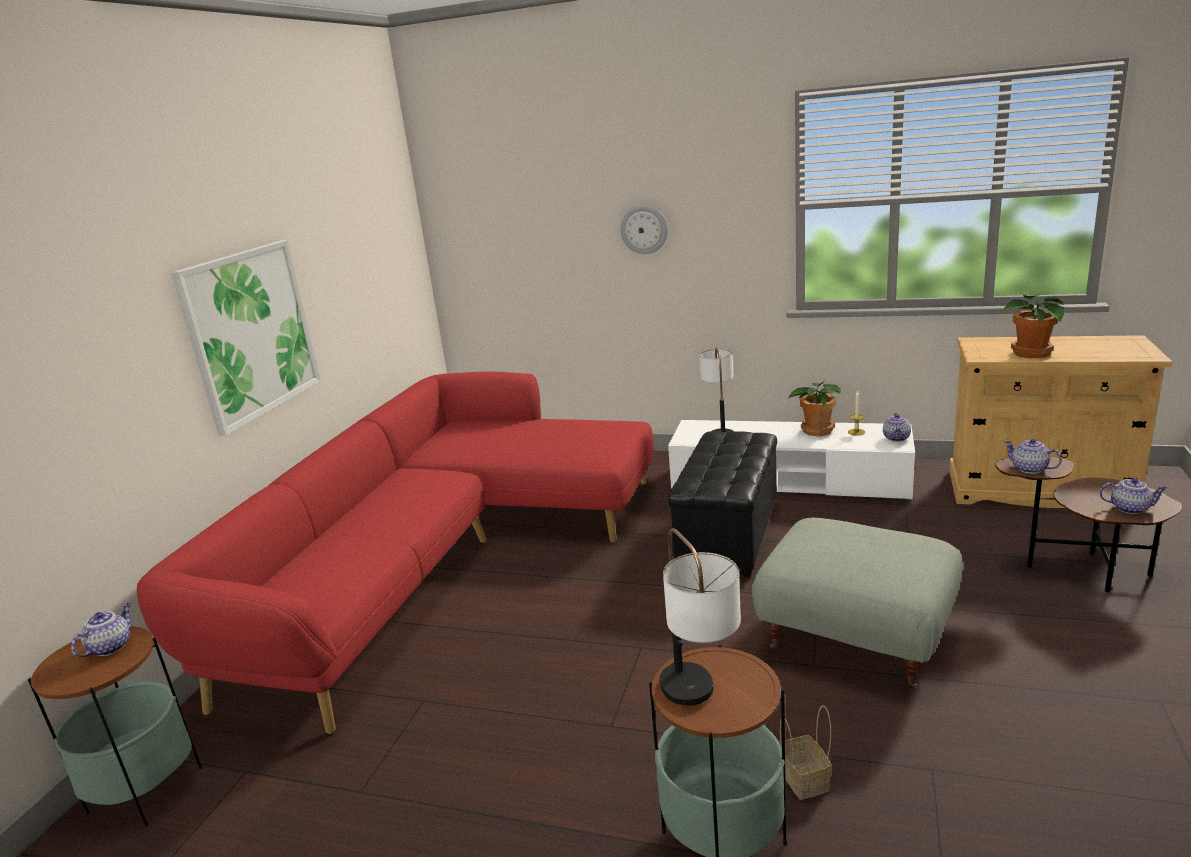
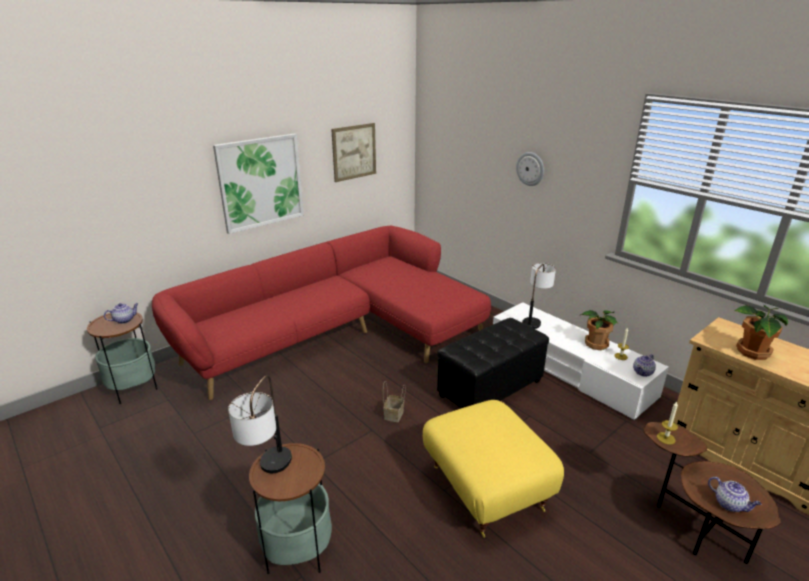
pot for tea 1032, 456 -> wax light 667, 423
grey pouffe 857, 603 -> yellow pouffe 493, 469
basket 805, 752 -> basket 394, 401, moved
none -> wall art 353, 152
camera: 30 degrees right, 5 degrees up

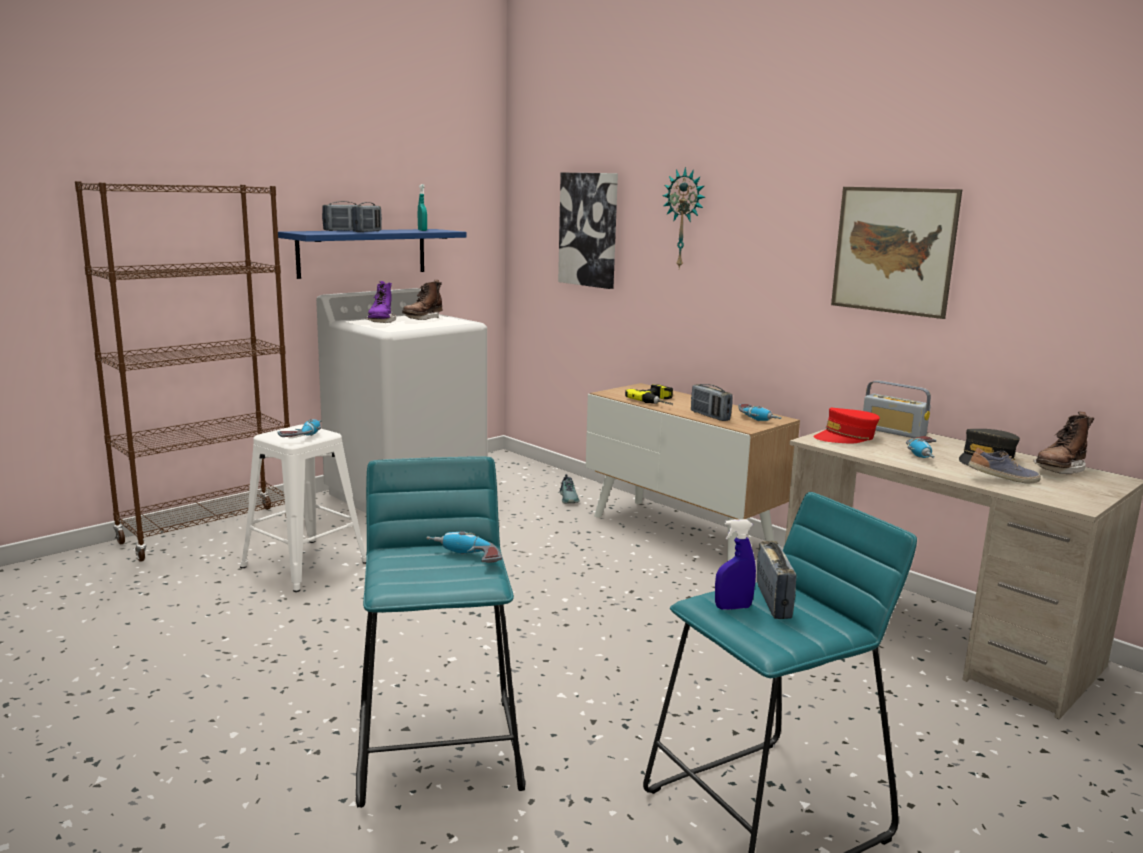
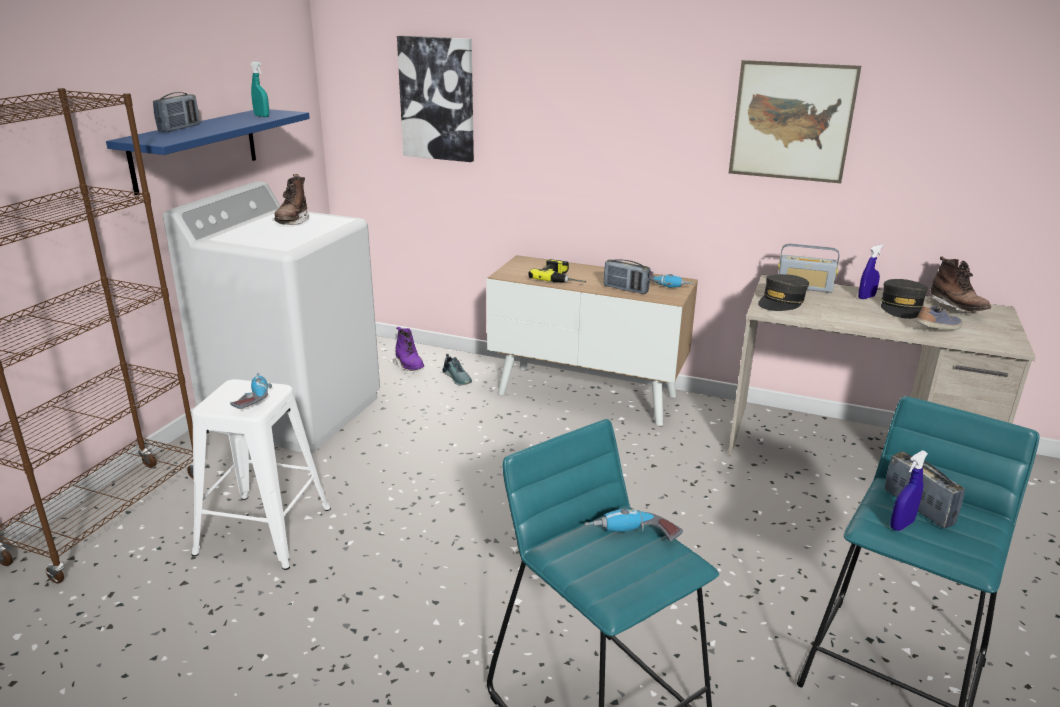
hanging clock 683, 218 -> none
radio 367, 217 -> none
purple tall boot 380, 302 -> purple tall boot 408, 349, moved
reddish baseball cap 847, 426 -> grey baseball cap 783, 292
brown tall boot 1063, 443 -> brown tall boot 960, 284, 45 degrees counterclockwise
power drill 921, 447 -> none
none -> blue-coloured hand sprayer 871, 272
camera: 25 degrees left, 10 degrees up

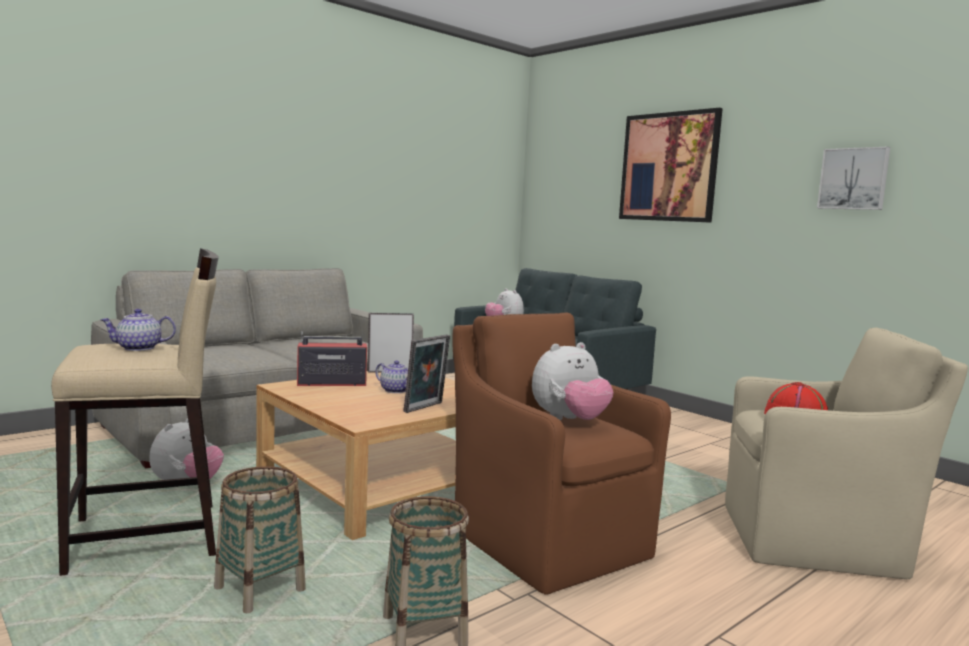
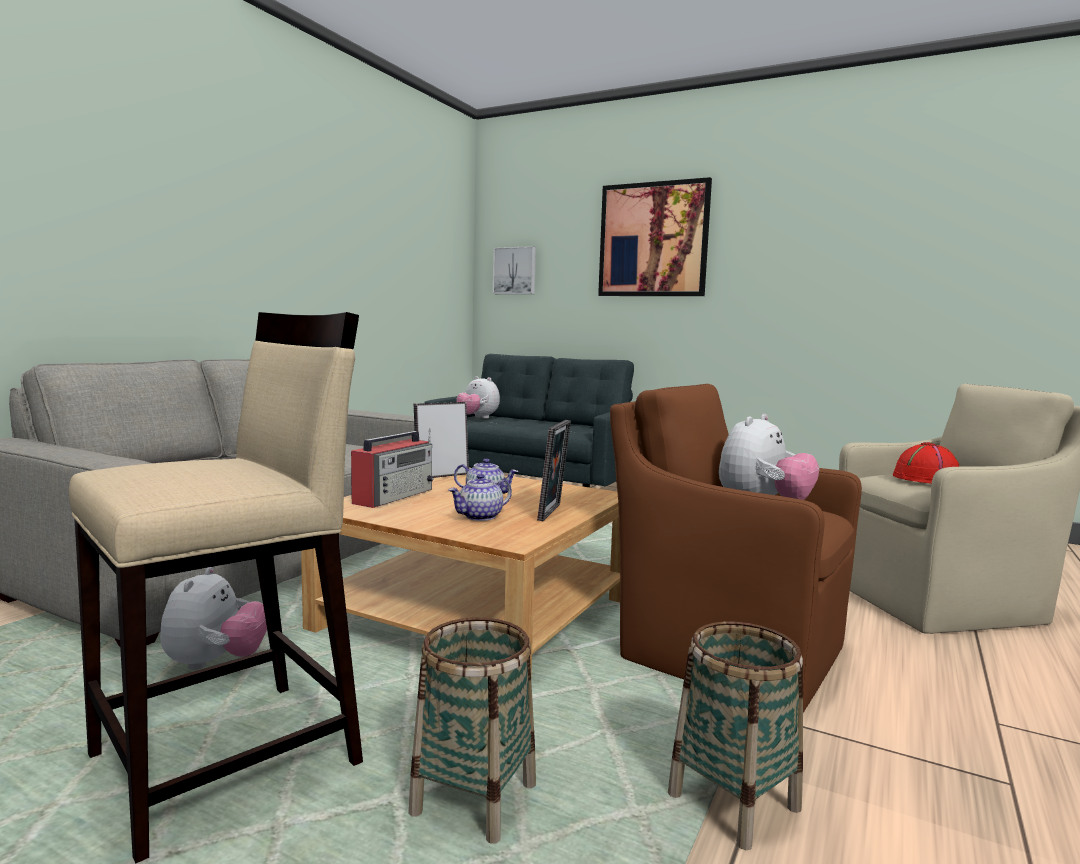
wall art 853, 178 -> wall art 514, 270, moved
pot for tea 138, 330 -> pot for tea 480, 497, moved
radio 332, 358 -> radio 392, 468, 150 degrees clockwise
camera: 20 degrees left, 0 degrees up

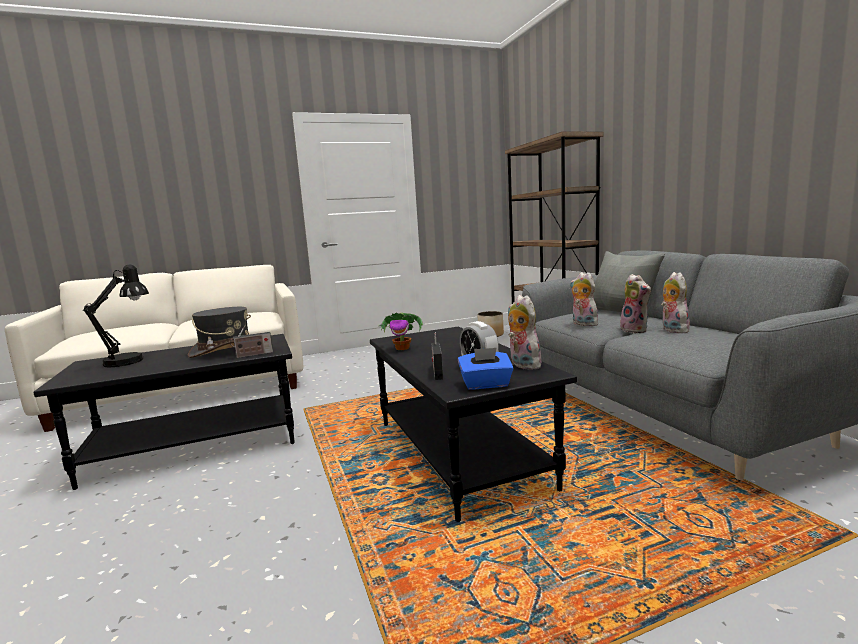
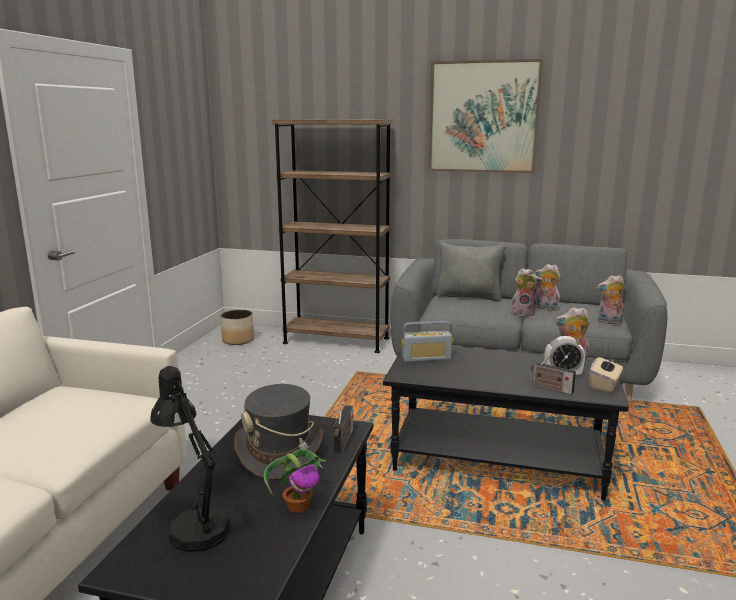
soft toy 584, 299 -> soft toy 611, 299, moved
plant in a pot 401, 331 -> plant in a pot 295, 481, moved
blue-coloured tissue holder 486, 369 -> beige tissue holder 606, 374
none -> wall art 485, 116
none -> radio 427, 341
camera: 55 degrees left, 5 degrees up

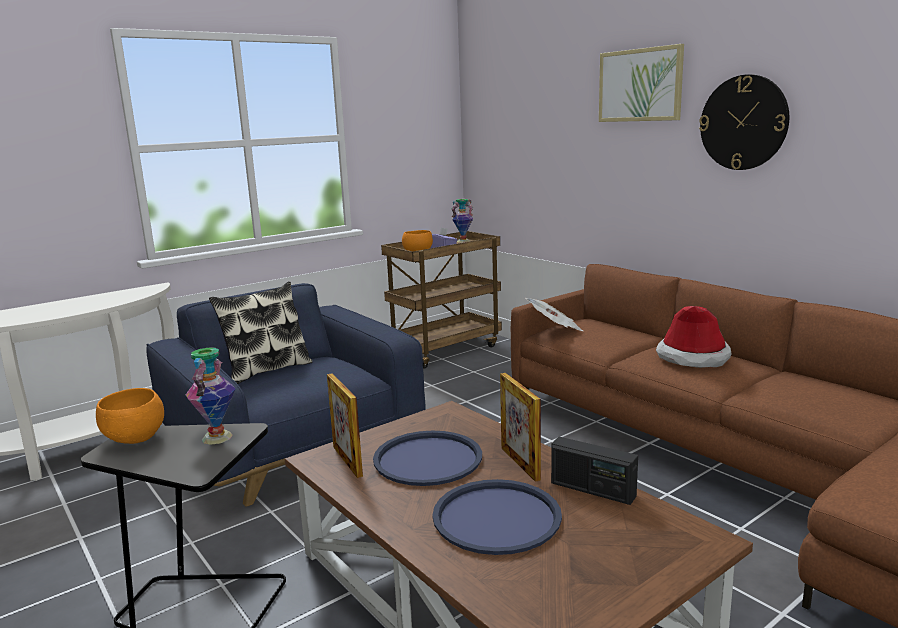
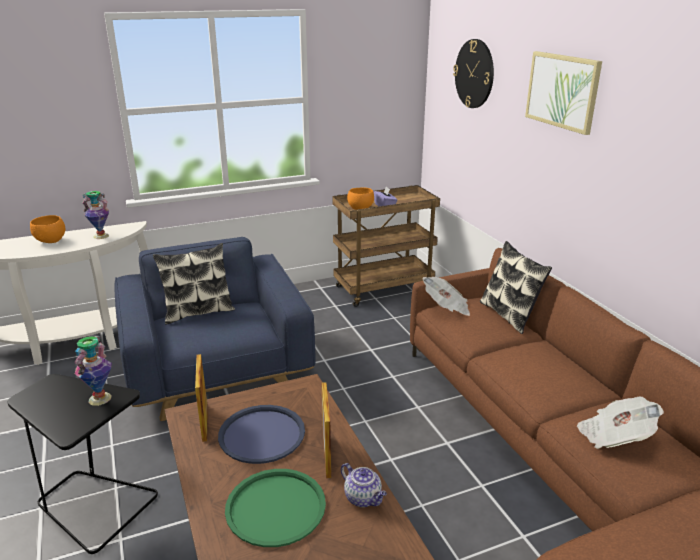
hanging clock 744, 122 -> hanging clock 473, 73, moved
decorative vase 462, 220 -> decorative vase 95, 215, moved
hat 694, 337 -> none
orangey deep dish 130, 416 -> orangey deep dish 47, 229, moved
radio 594, 471 -> pot for tea 364, 485
blue-coloured carrying tray 497, 517 -> greenish carrying tray 275, 508
none -> cushion 516, 287
none -> daily paper 620, 423
camera: 15 degrees right, 10 degrees up

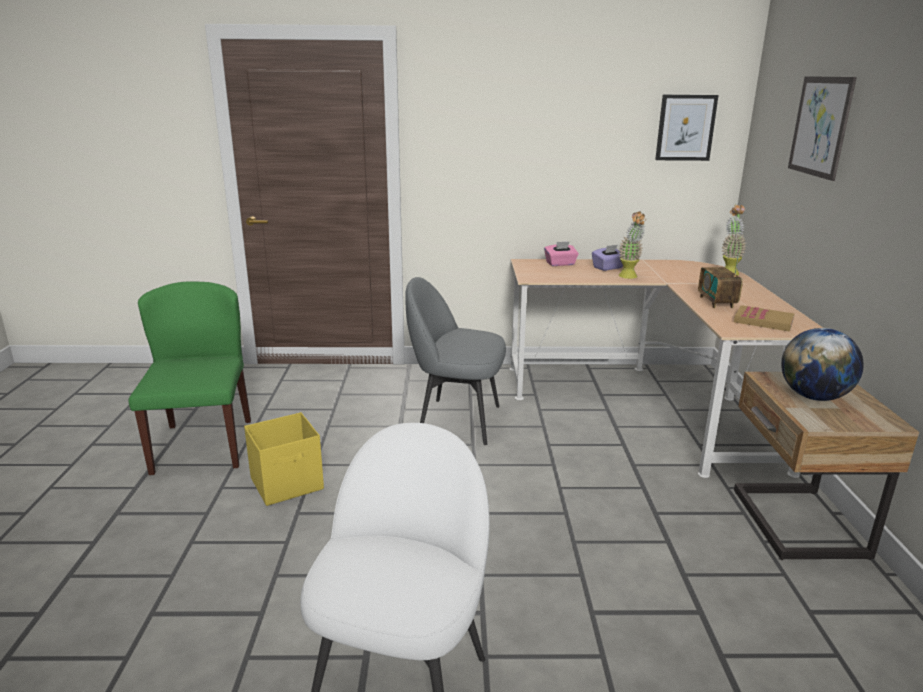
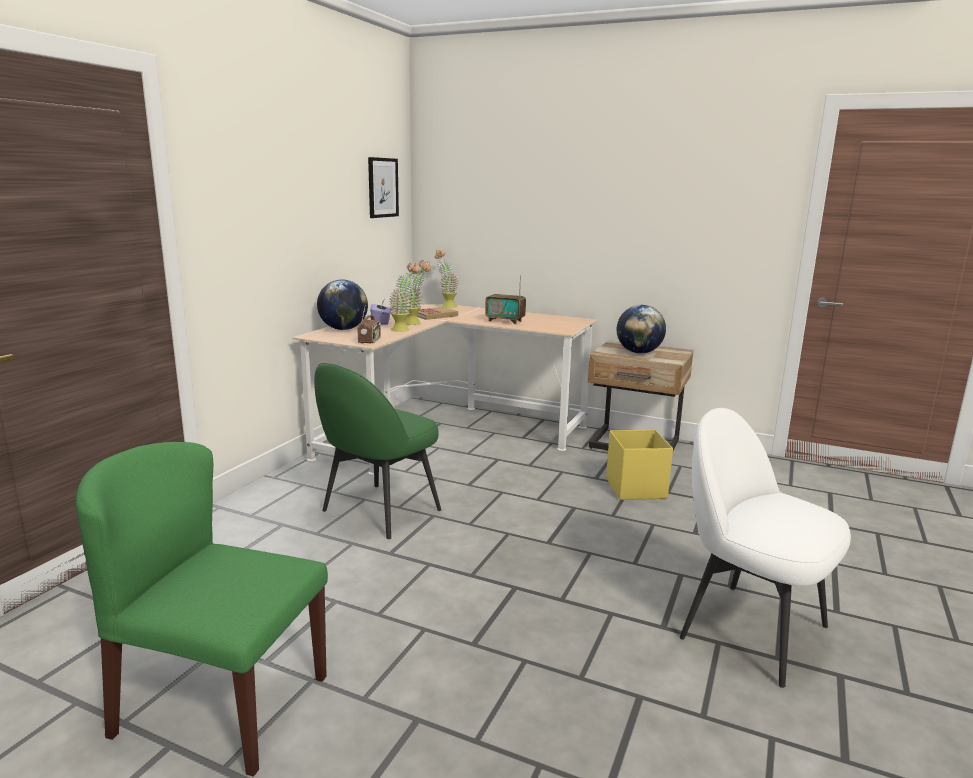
wall art 822, 128 -> none
pinkish tissue holder 561, 254 -> globe 342, 305
grey chair 455, 361 -> greenish chair 377, 451
book 764, 318 -> book 437, 313, moved
yellow storage box 284, 459 -> yellow storage box 639, 465, moved
none -> plant in a pot 404, 297
none -> radio 369, 324
camera: 65 degrees left, 5 degrees down

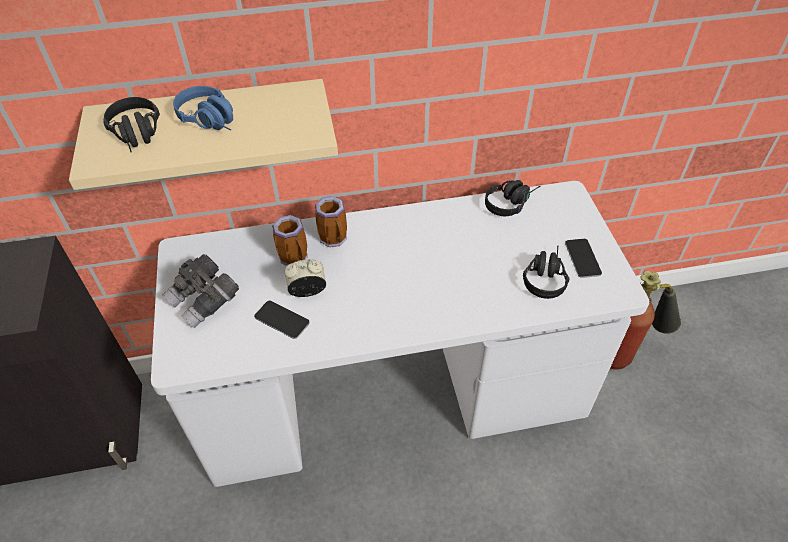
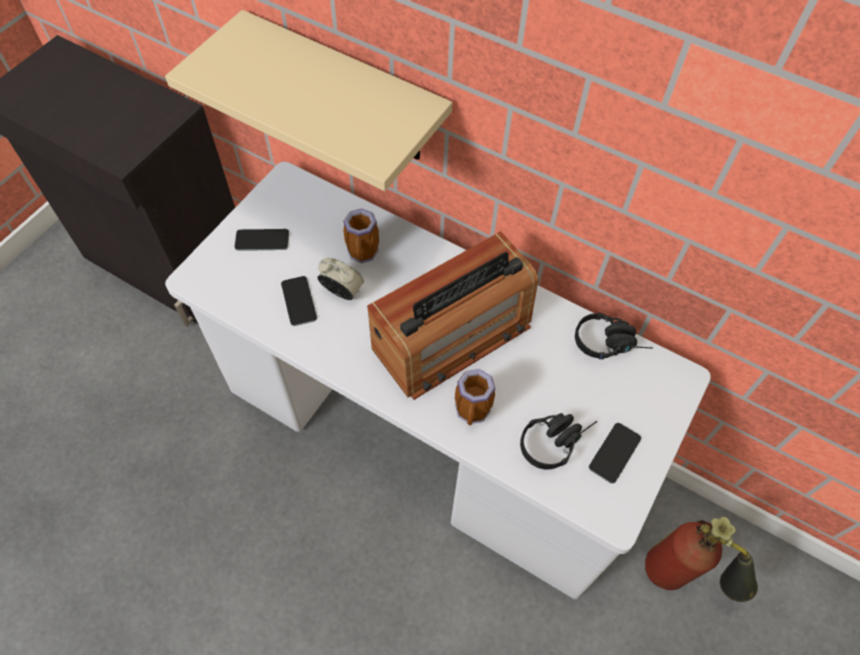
blue-coloured headphones 203, 108 -> none
black headphones 131, 124 -> none
coffee mug 331, 221 -> coffee mug 475, 397, moved
grey binoculars 200, 291 -> handset 262, 240
none -> radio 452, 315
camera: 40 degrees right, 10 degrees up

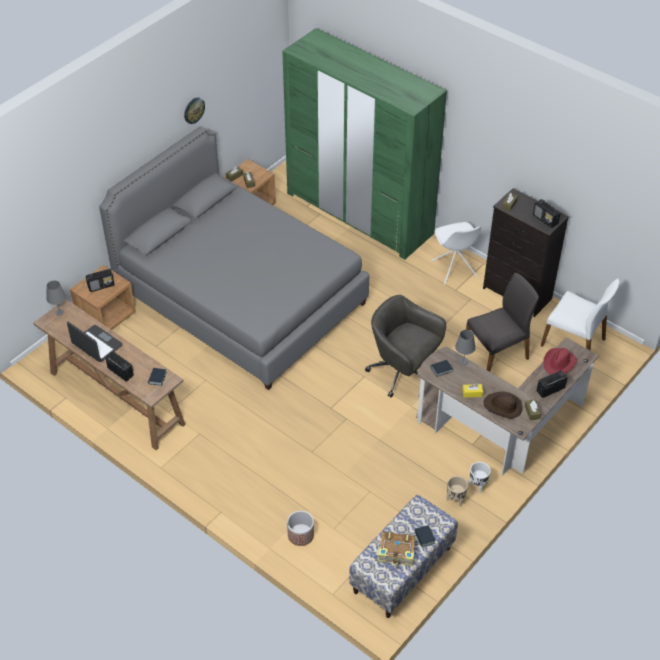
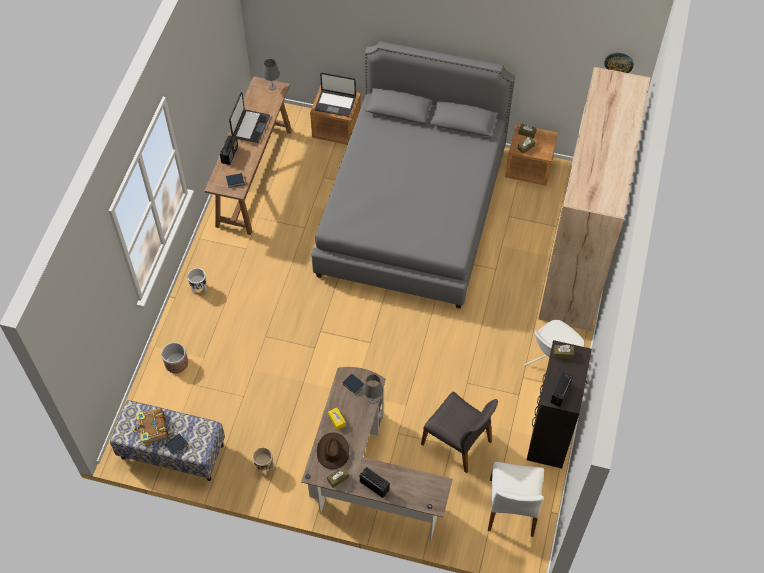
greenish clothes cupboard 364, 144 -> beige clothes cupboard 594, 199
hanging clock 194, 111 -> hanging clock 619, 63, moved
radio 100, 280 -> laptop 335, 95
grey office chair 405, 346 -> none
reddish hat 560, 361 -> none
whitish planter 480, 477 -> whitish planter 197, 280, moved
camera: 65 degrees right, 10 degrees up

